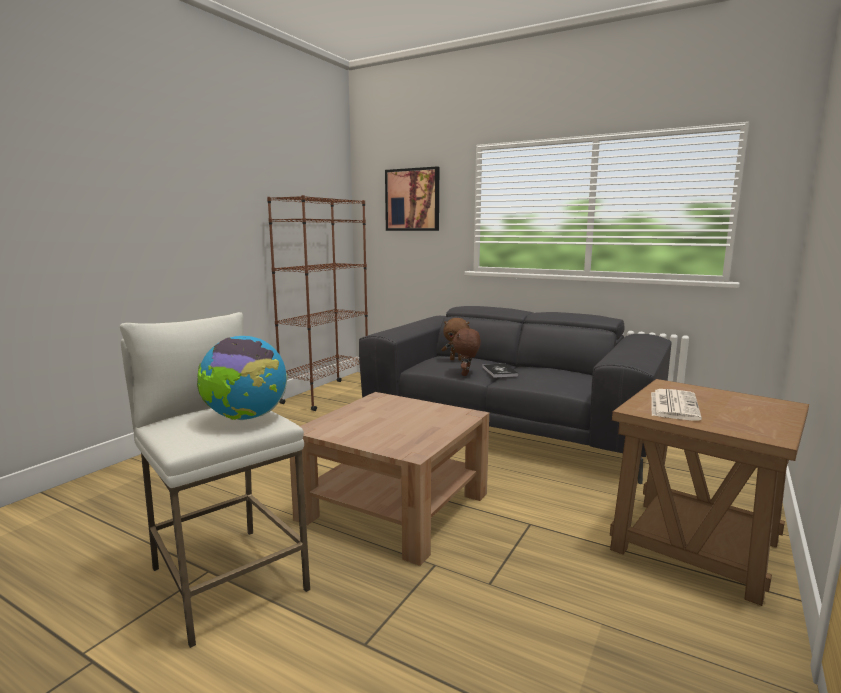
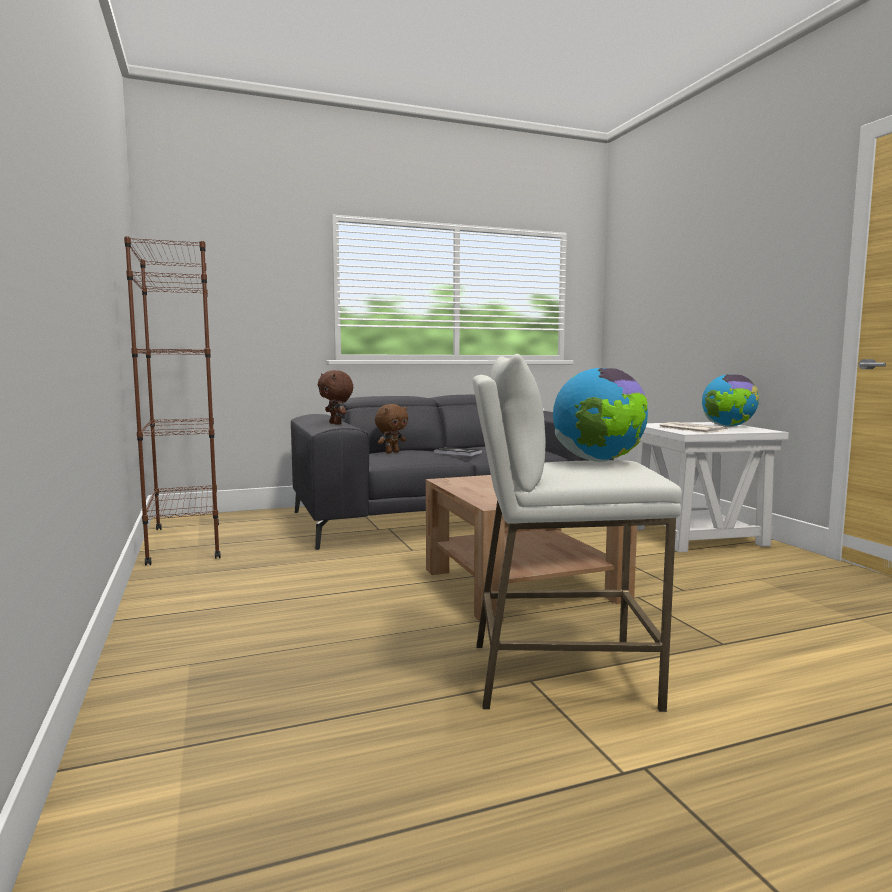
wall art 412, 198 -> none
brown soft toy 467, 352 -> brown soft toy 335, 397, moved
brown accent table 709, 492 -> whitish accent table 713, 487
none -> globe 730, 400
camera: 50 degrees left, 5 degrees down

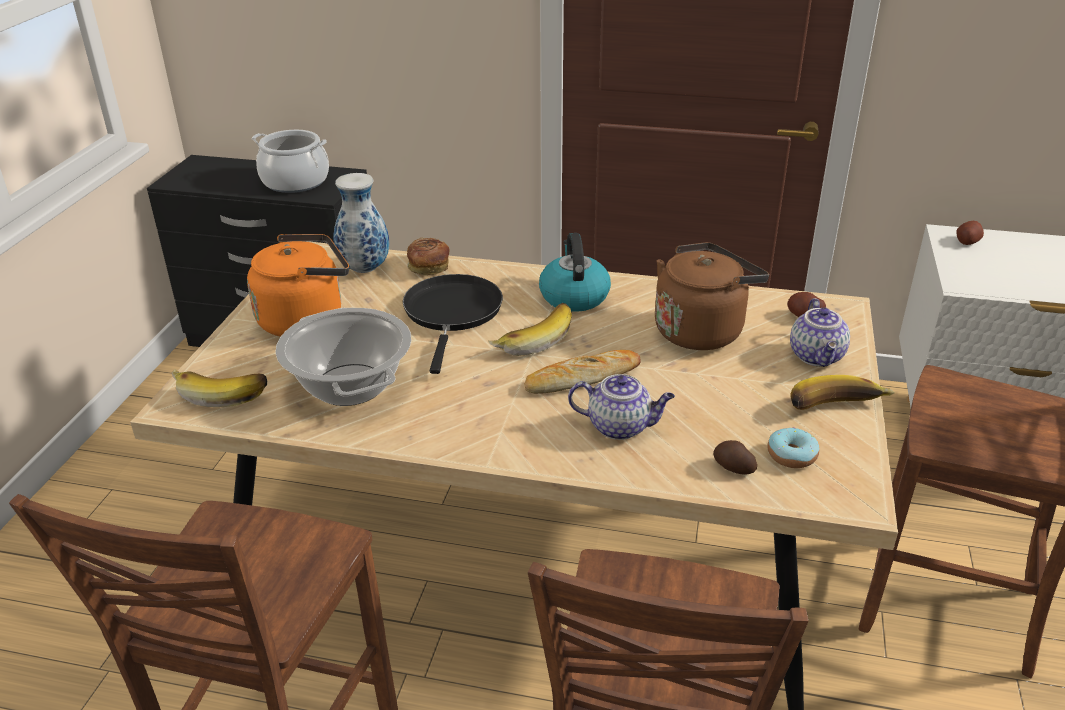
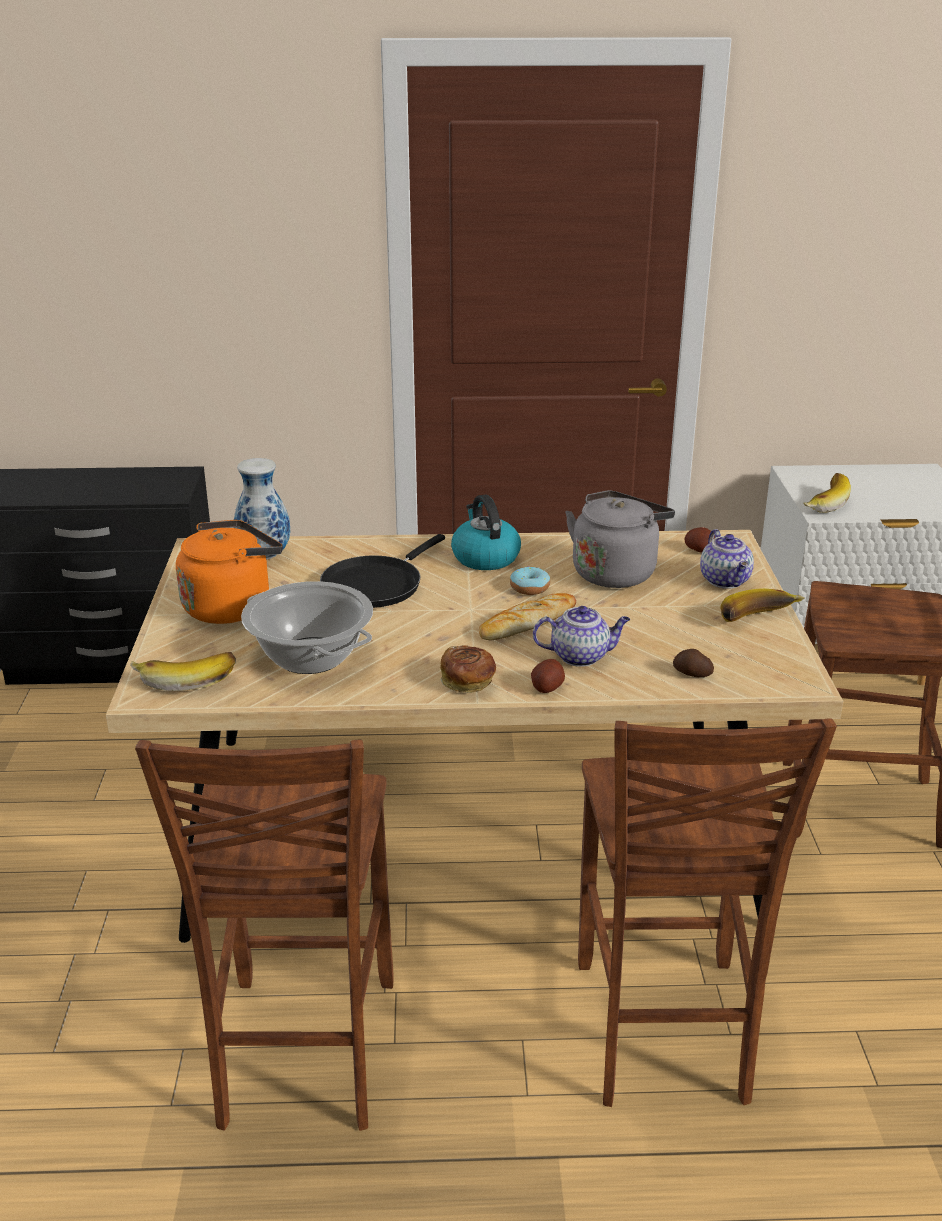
saucepot 290, 161 -> none
potato 970, 233 -> potato 548, 676, moved
baked bread 428, 256 -> baked bread 468, 669, moved
brown tea kettle 712, 296 -> grey tea kettle 620, 539
black pan 453, 324 -> black pan 382, 571, 135 degrees counterclockwise
whole banana 530, 329 -> whole banana 827, 493, moved
donut 793, 447 -> donut 530, 580, moved
camera: 15 degrees left, 5 degrees down

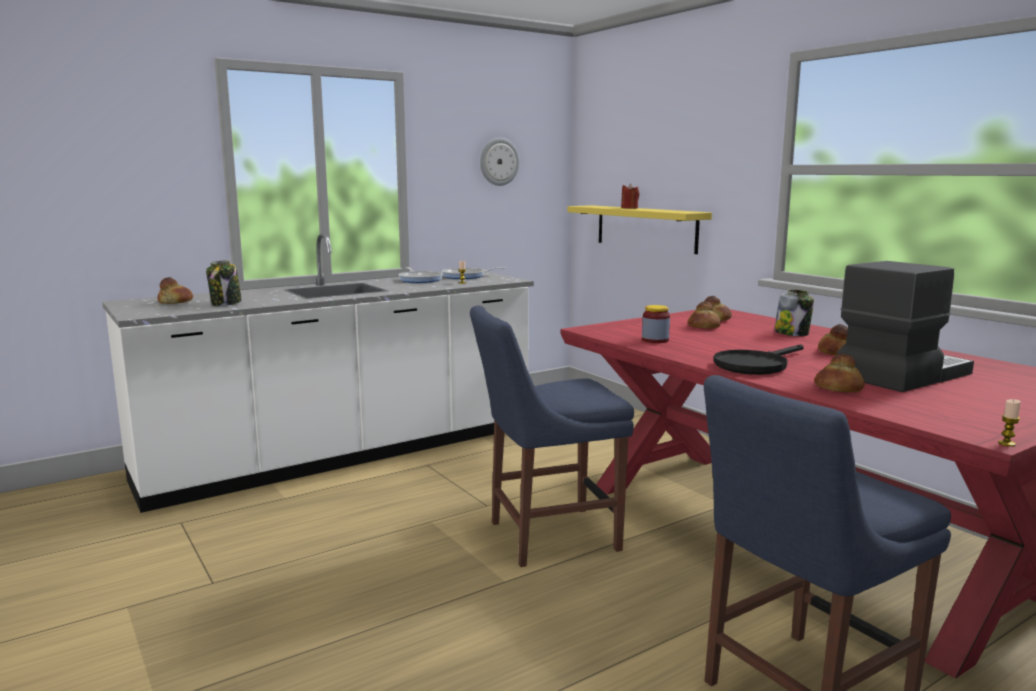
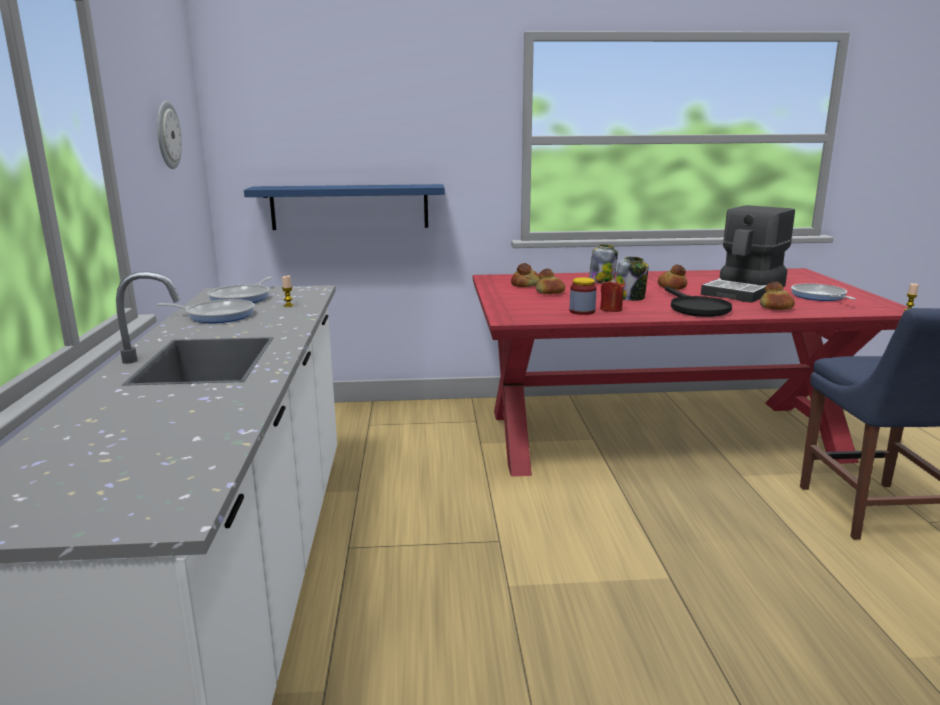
reddish wax light 630, 196 -> reddish wax light 612, 295, moved
yellow bracket shelf 639, 229 -> blue-coloured bracket shelf 344, 207
storage jar 224, 283 -> storage jar 632, 279, moved
coffee maker 905, 326 -> coffee maker 748, 254, 135 degrees counterclockwise
baked bread 175, 290 -> none
blue-coloured chair 552, 436 -> none
none -> pan 823, 292
camera: 60 degrees left, 5 degrees up

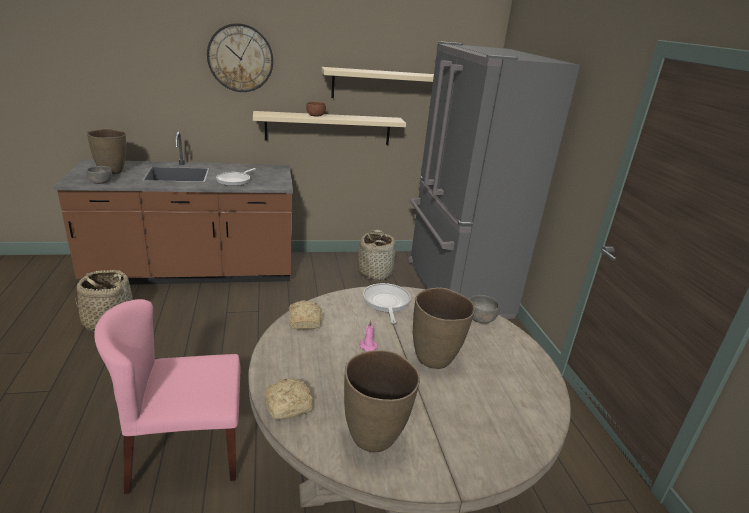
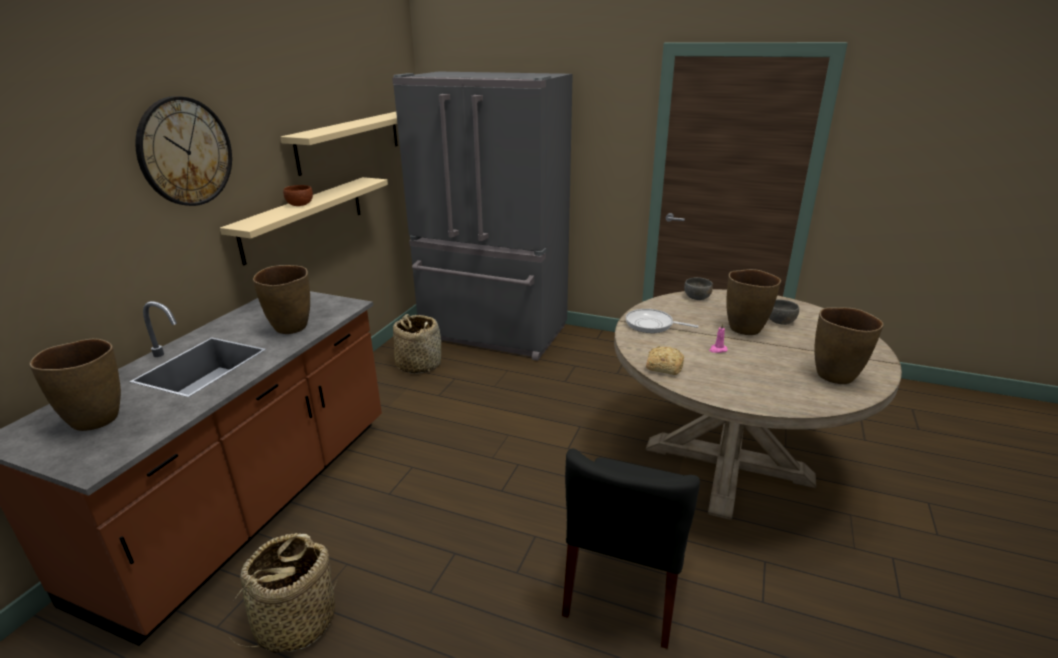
grey deep dish 99, 175 -> grey deep dish 784, 312, moved
pan 236, 177 -> brown decorative vase 281, 299
pinkish chair 167, 396 -> black chair 631, 548
baked bread 289, 399 -> none
camera: 55 degrees left, 0 degrees up

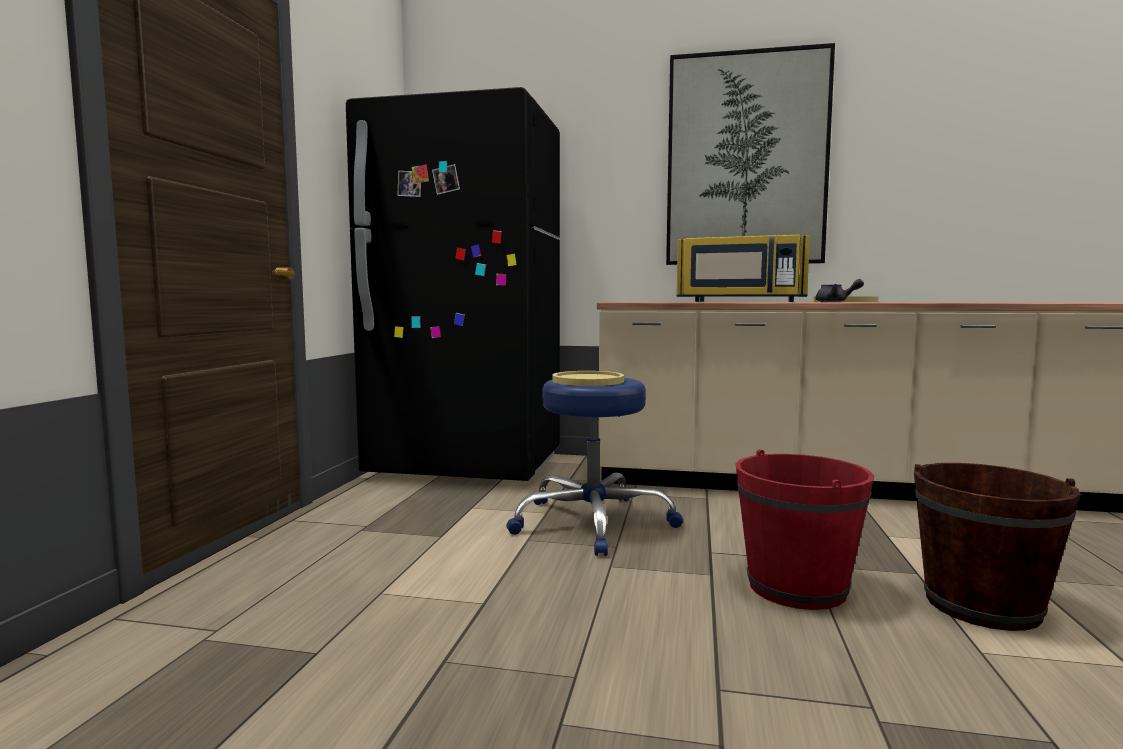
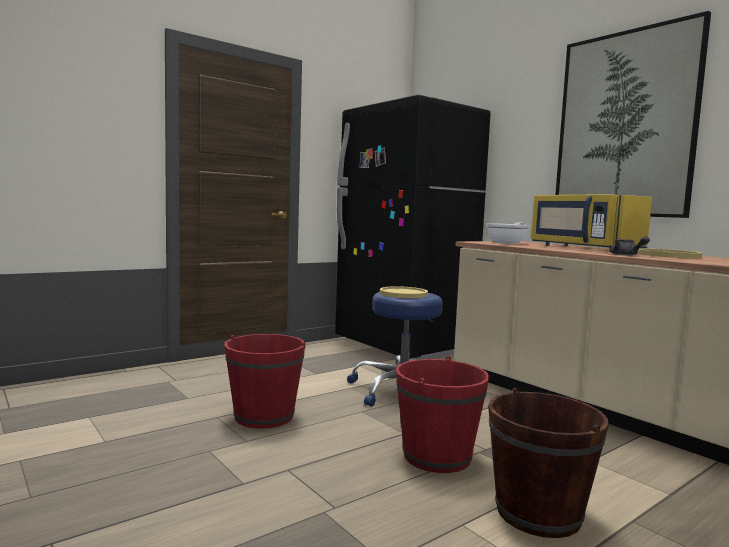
none -> pan 508, 233
none -> reddish pail 265, 381
camera: 40 degrees right, 0 degrees up

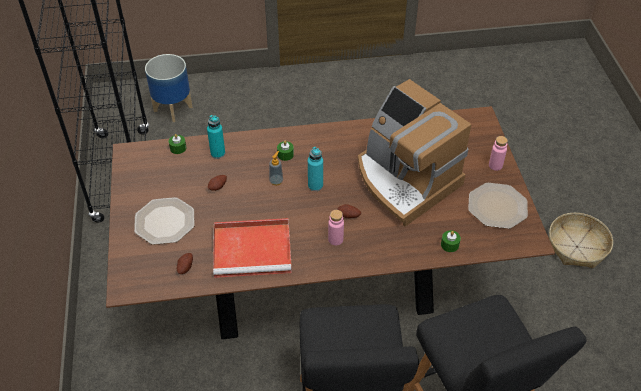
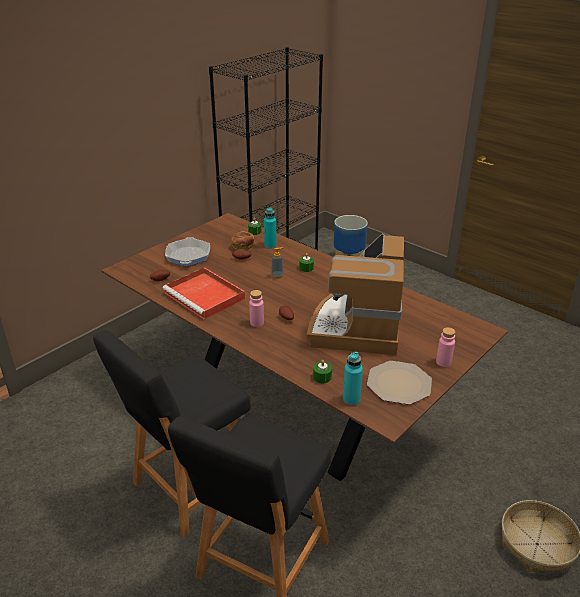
turquoise drink bottle 315, 169 -> turquoise drink bottle 353, 379, moved
flat dish 164, 221 -> pan 187, 251
none -> baked bread 242, 240
camera: 50 degrees right, 15 degrees down

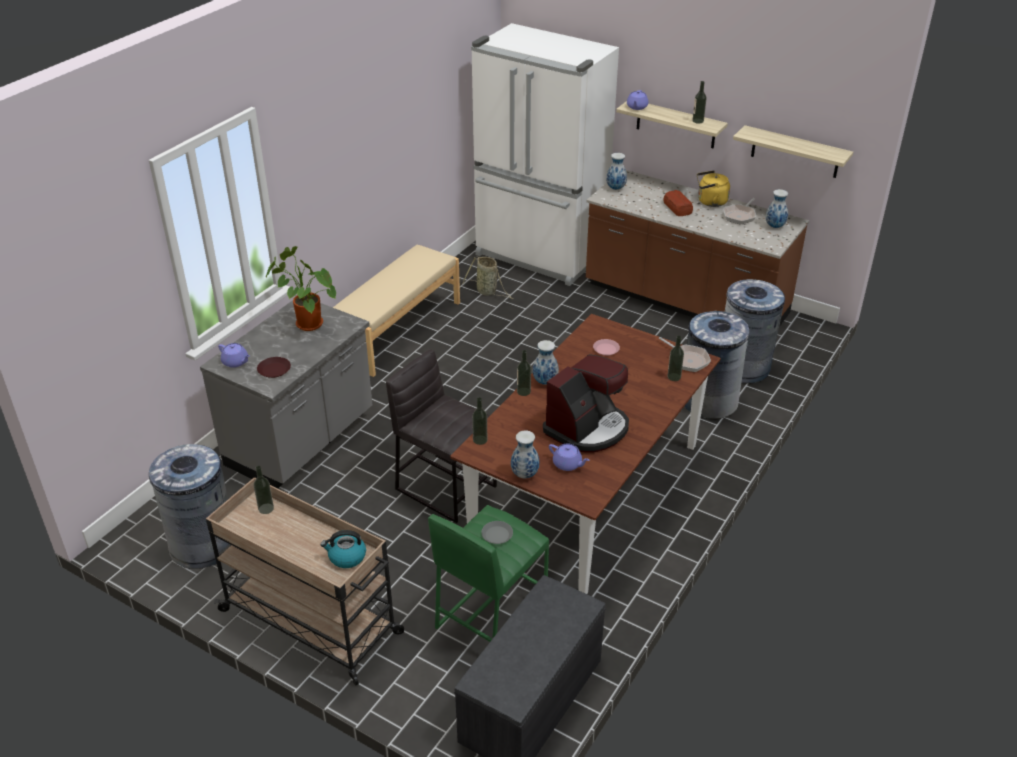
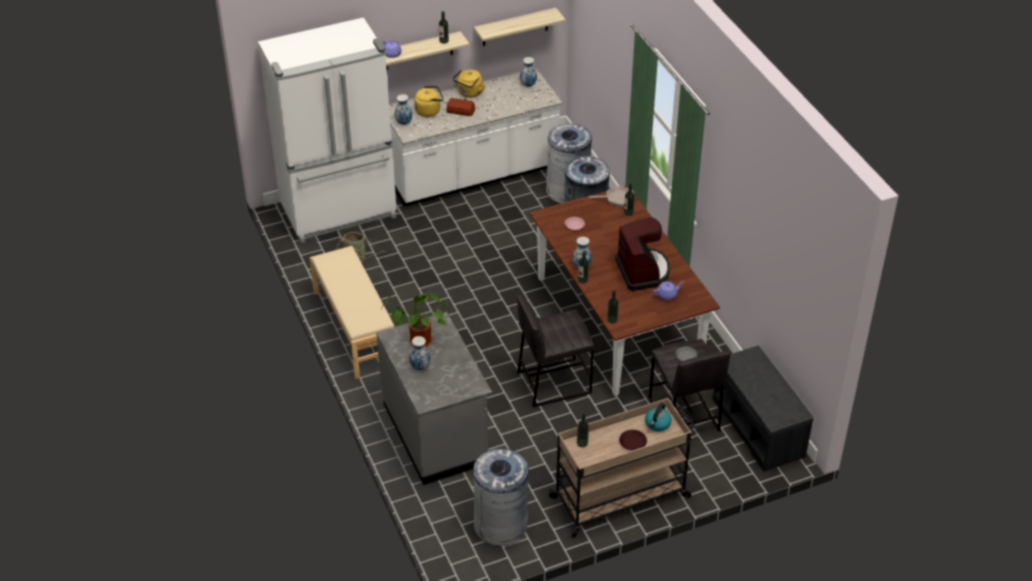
brown kitchen counter 697, 248 -> whitish kitchen counter 475, 137
pan 739, 211 -> none
purple pot for tea 234, 355 -> none
brown flat dish 274, 367 -> brown flat dish 633, 440, moved
decorative vase 525, 454 -> decorative vase 419, 353, moved
greenish stool seat 488, 573 -> grey stool seat 689, 385
none -> yellow tea kettle 429, 101
camera: 55 degrees left, 5 degrees up

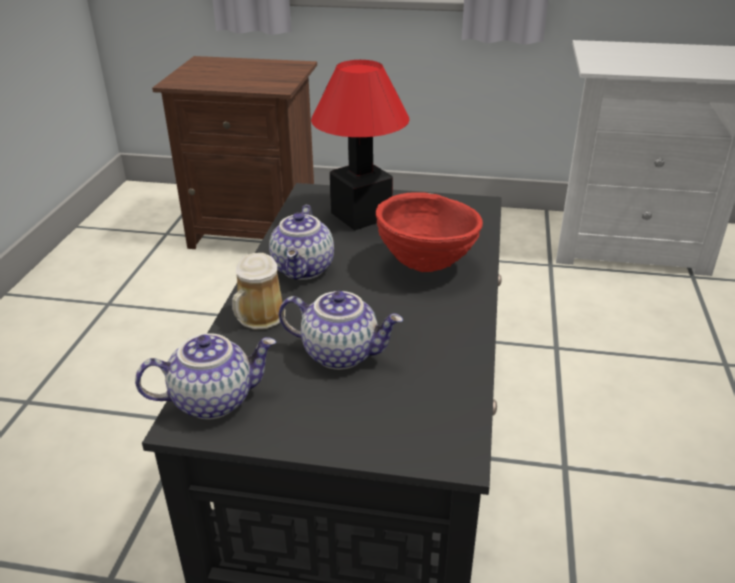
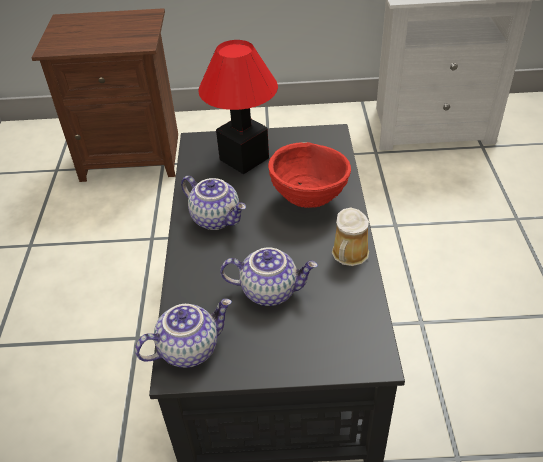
pot for tea 301, 242 -> pot for tea 213, 203, 45 degrees counterclockwise
coffee mug 258, 291 -> coffee mug 350, 237, moved
camera: 10 degrees left, 10 degrees up

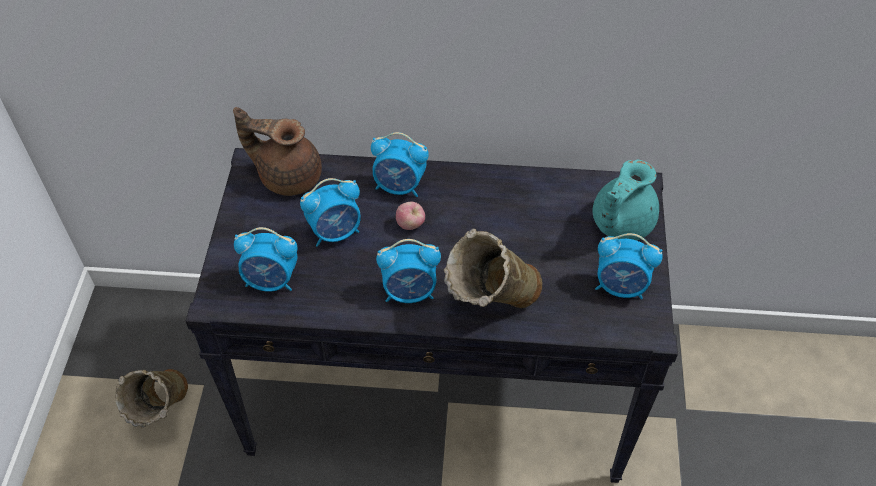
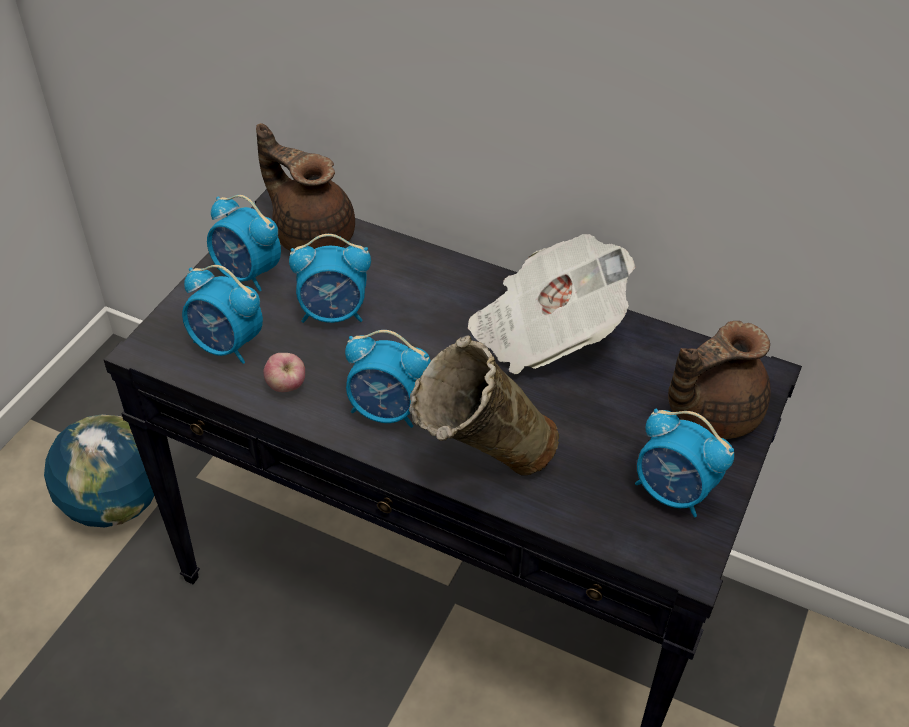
alarm clock 400, 164 -> alarm clock 244, 243, moved
turquoise pot for tea 625, 200 -> brown pot for tea 719, 380
apple fruit 410, 216 -> apple fruit 284, 372, moved
beige decorative vase 151, 398 -> globe 99, 470
none -> daily paper 552, 304
camera: 20 degrees right, 5 degrees down

